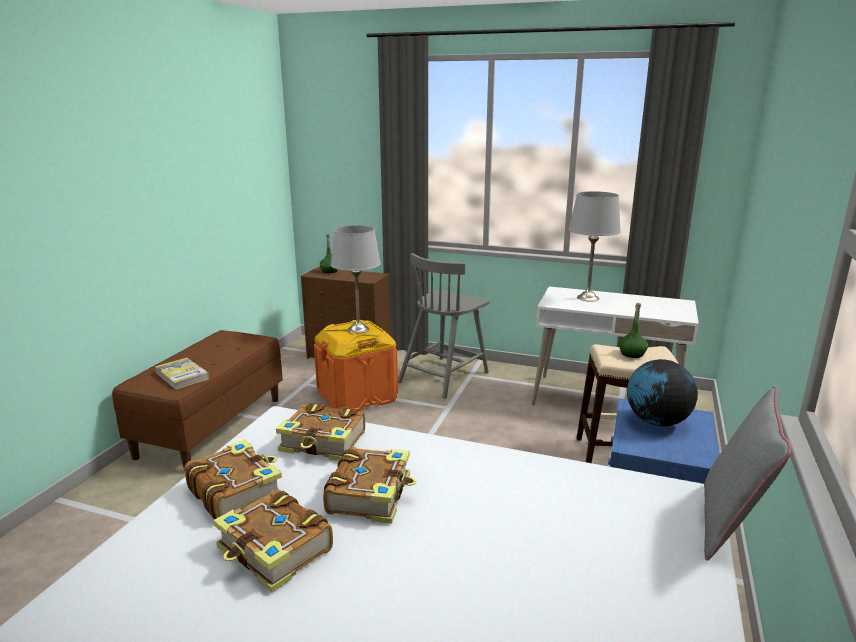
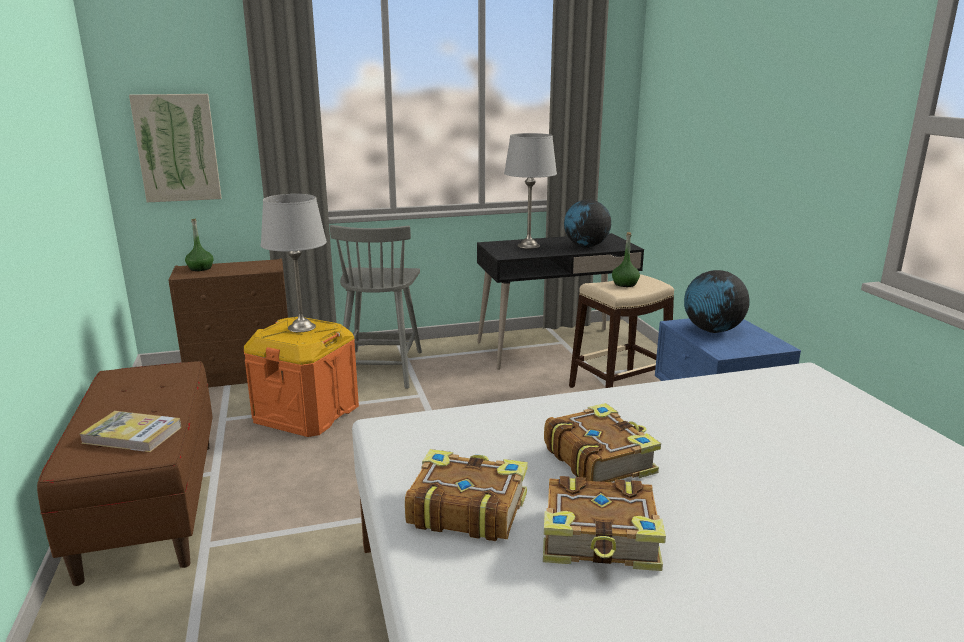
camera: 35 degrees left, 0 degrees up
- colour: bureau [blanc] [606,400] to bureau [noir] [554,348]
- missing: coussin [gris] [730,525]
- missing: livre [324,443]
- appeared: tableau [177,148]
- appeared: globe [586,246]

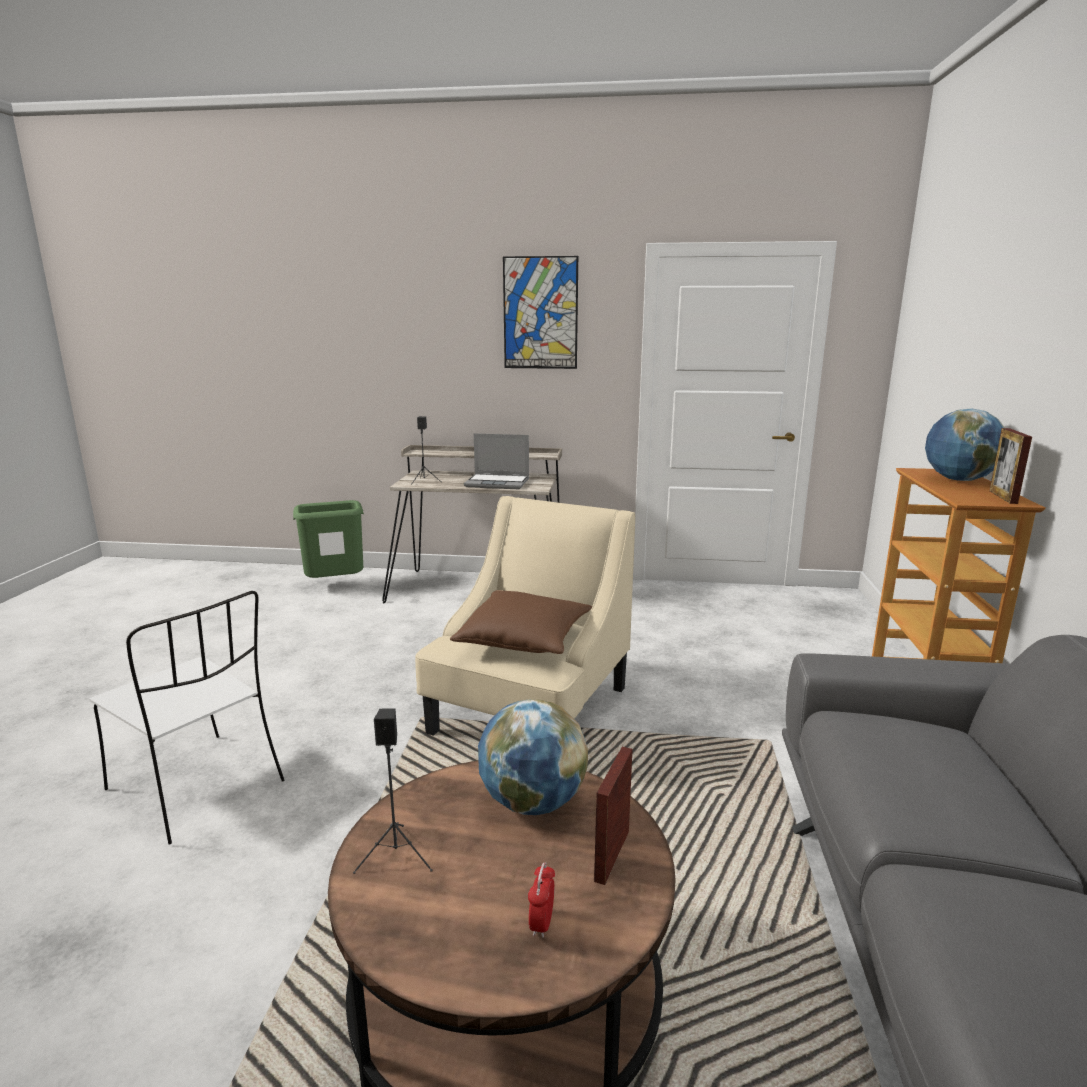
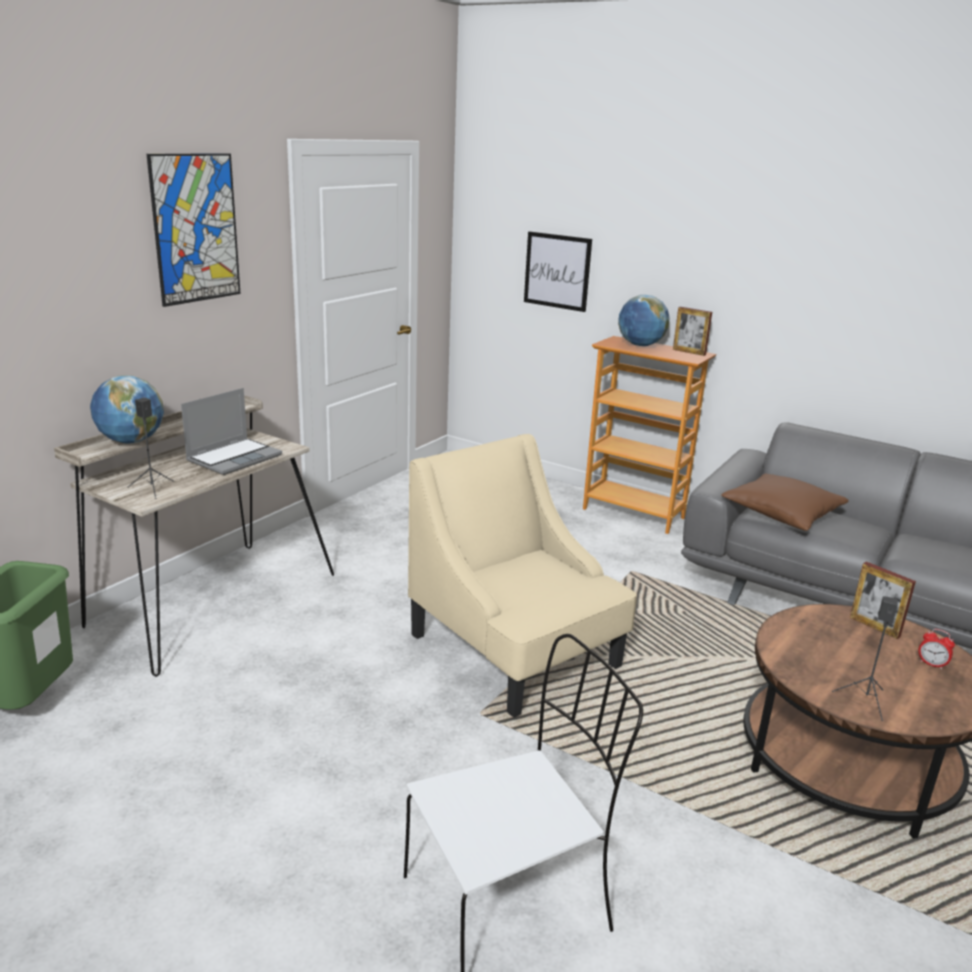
camera: 65 degrees left, 5 degrees up
- relocated: coussin [marron] [524,639] to [781,514]
- relocated: globe [532,802] to [131,441]
- appeared: tableau [557,271]

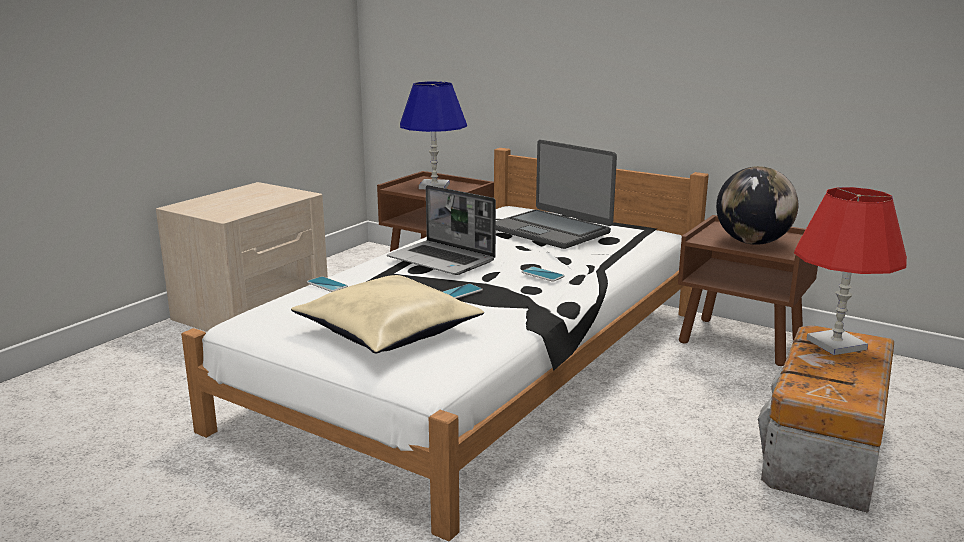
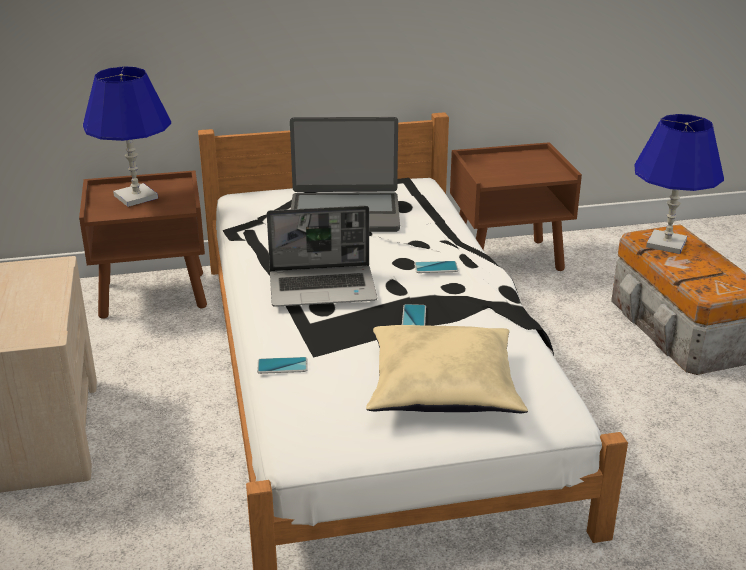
camera: 45 degrees left, 10 degrees up
- missing: globe [752,242]
- colour: lampe de table [rouge] [836,344] to lampe de table [bleu] [666,244]

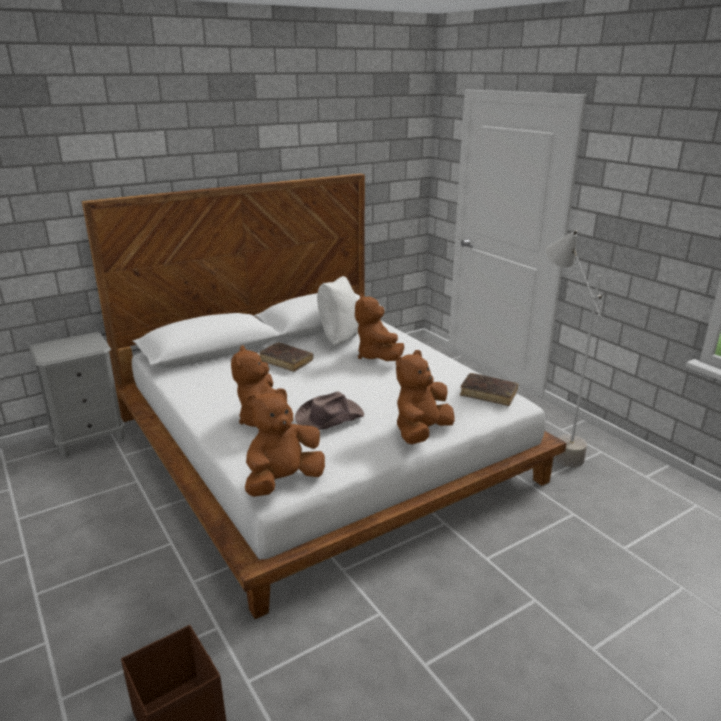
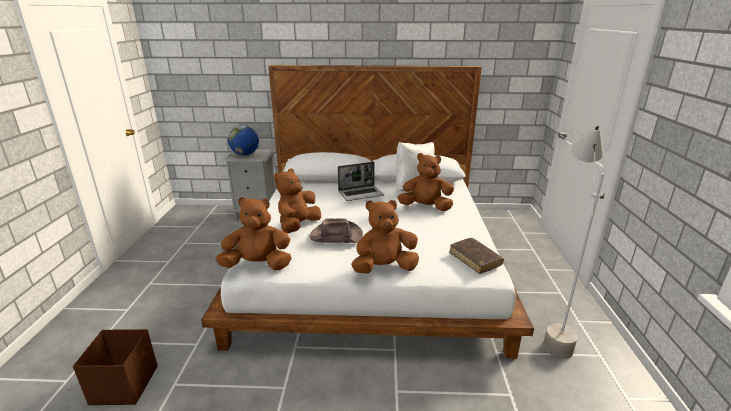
camera: 35 degrees right, 0 degrees up
- spun: peluche [marron] [377,356] = [425,207] 75 degrees clockwise
- exchanged: livre [marron] [286,361] to ordinateur portable [361,194]
- appeared: globe [245,154]

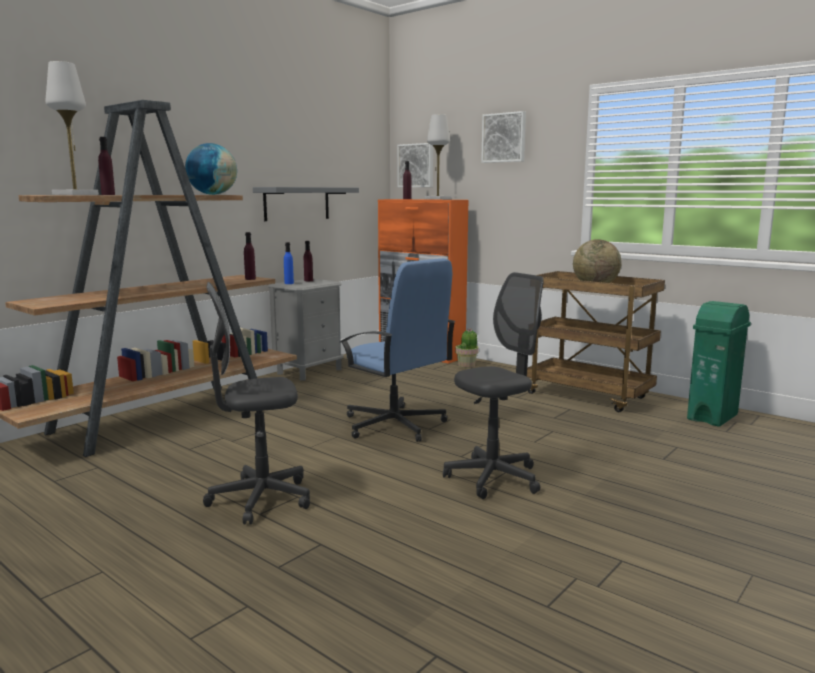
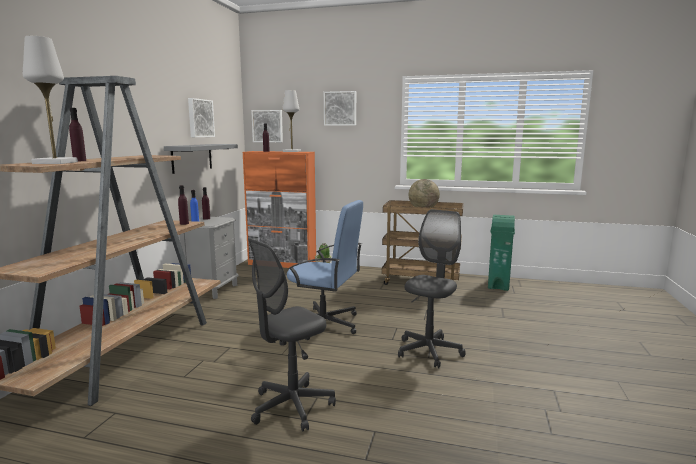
camera: 25 degrees left, 0 degrees up
- missing: globe [212,194]
- appeared: tableau [200,118]

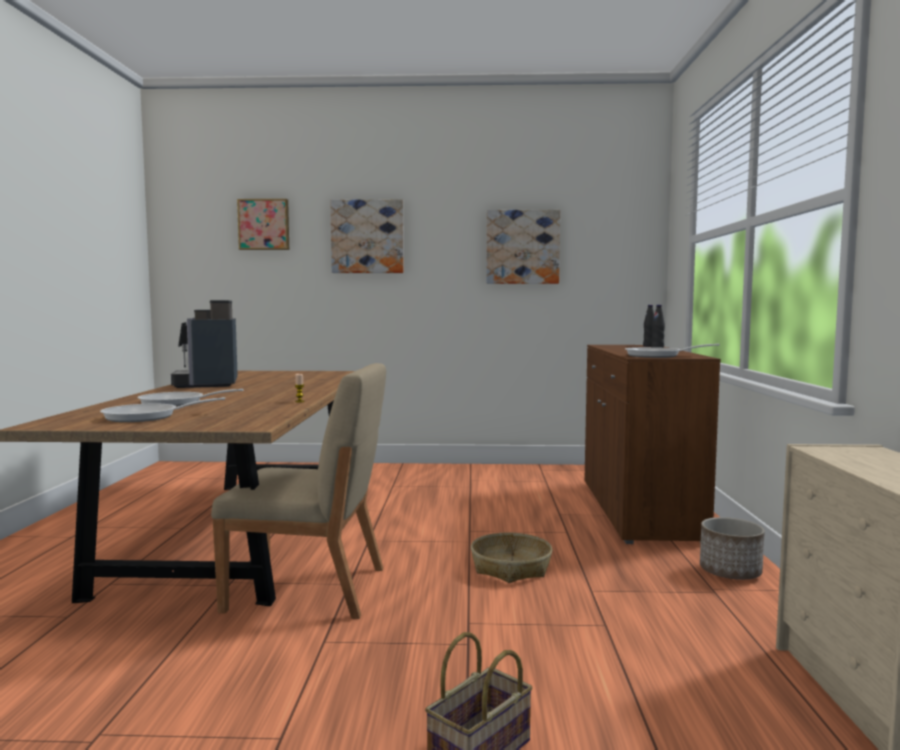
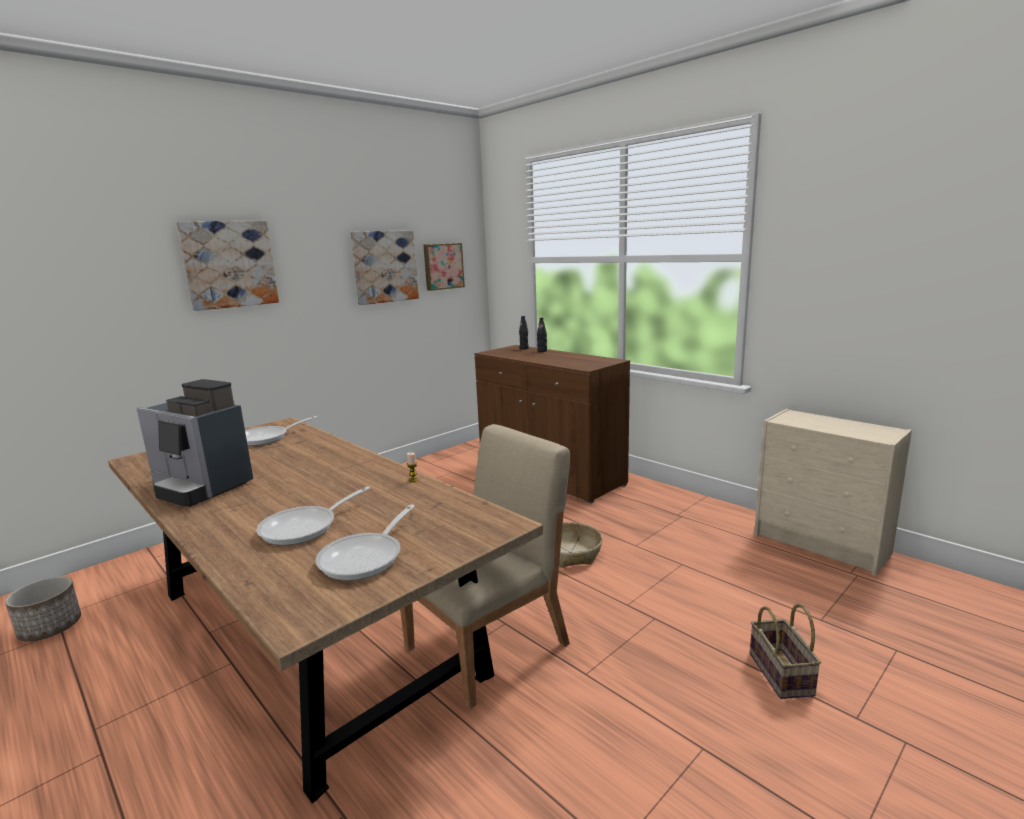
camera: 45 degrees left, 10 degrees up
- relocated: tableau [264,224] to [443,266]
- relocated: poêle [658,356] to [267,438]
- relocated: cache-pot [730,572] to [50,627]

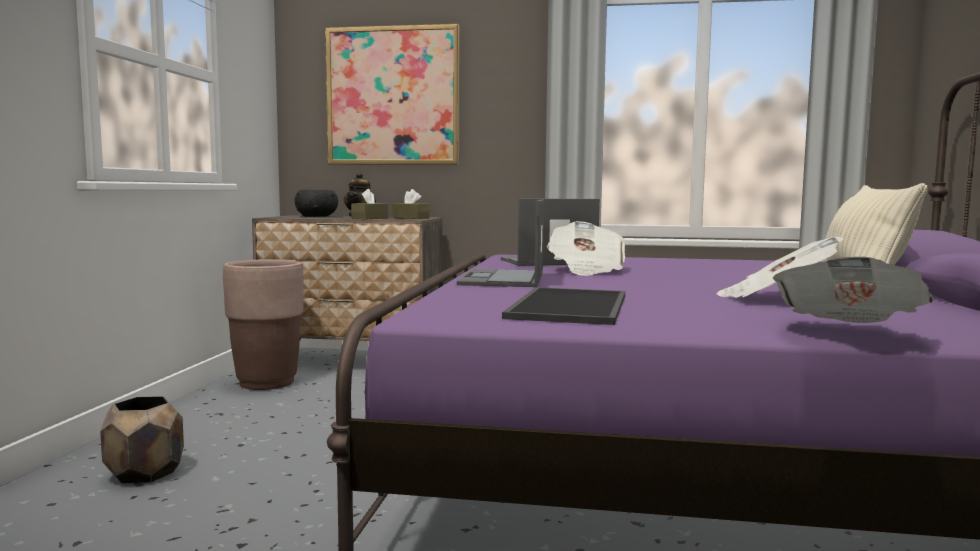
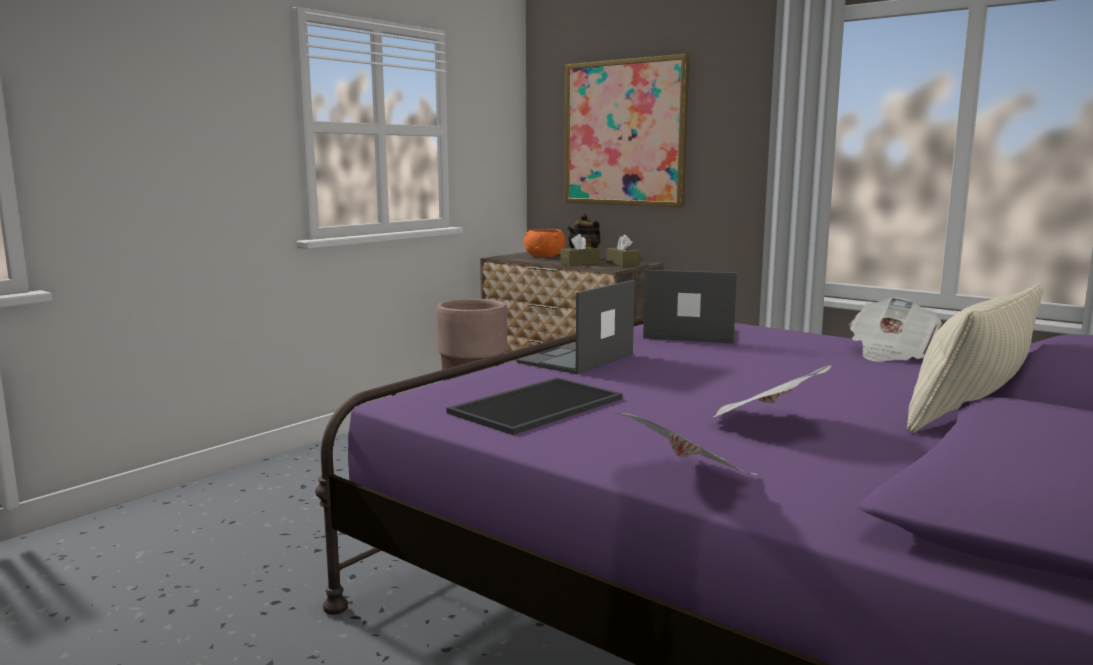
camera: 30 degrees right, 5 degrees up
- colour: bol [noir] [316,216] to bol [orange] [544,256]
- relocated: journal [586,270] to [890,353]
- missing: cache-pot [marron] [144,473]

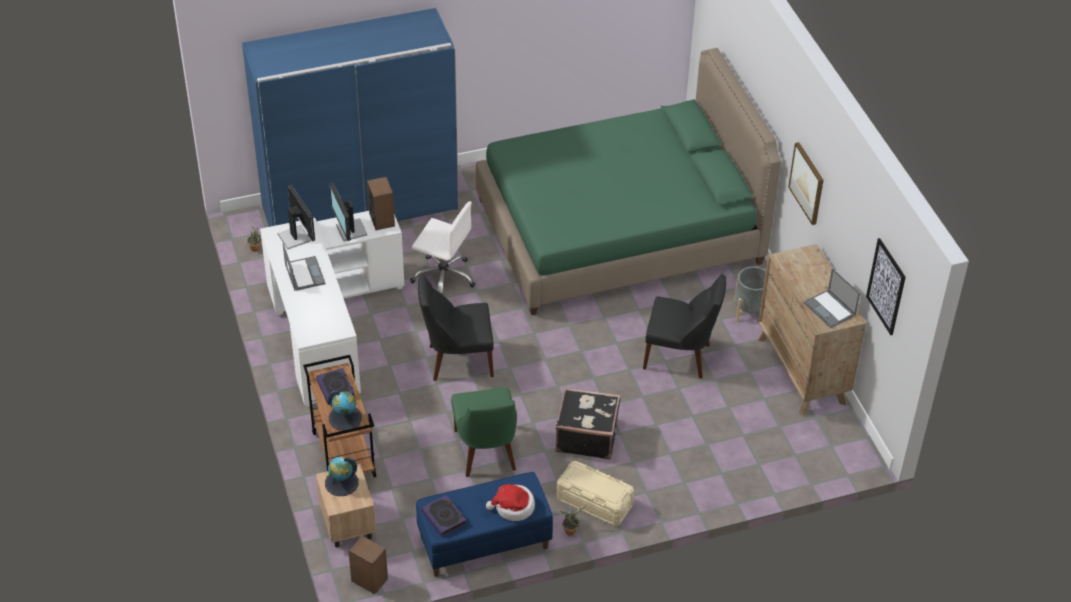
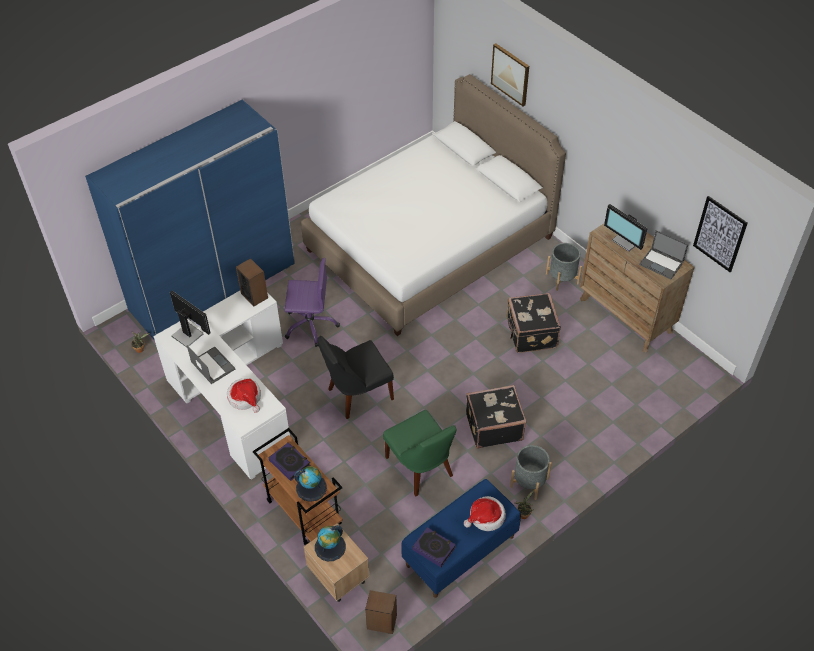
camera: 20 degrees left, 5 degrees up
- colour: lit [vert] [618,231] to lit [blanc] [429,244]
- relocated: tableau [807,183] to [510,74]
- relocated: écran d'ordinateur [350,231] to [626,241]
- colour: chaise de bureau [blanc] [444,277] to chaise de bureau [violet] [311,325]
- exchanged: chaise [noir] [680,357] to valise [noir] [530,334]
- exchanged: boîte de rangement [beige] [594,502] to cache-pot [gris] [529,482]
- appeared: chapeau [245,398]

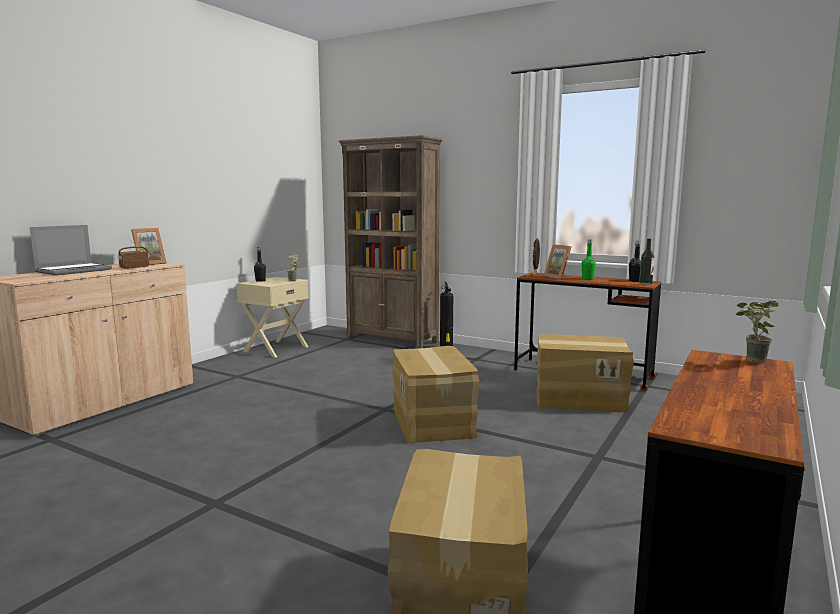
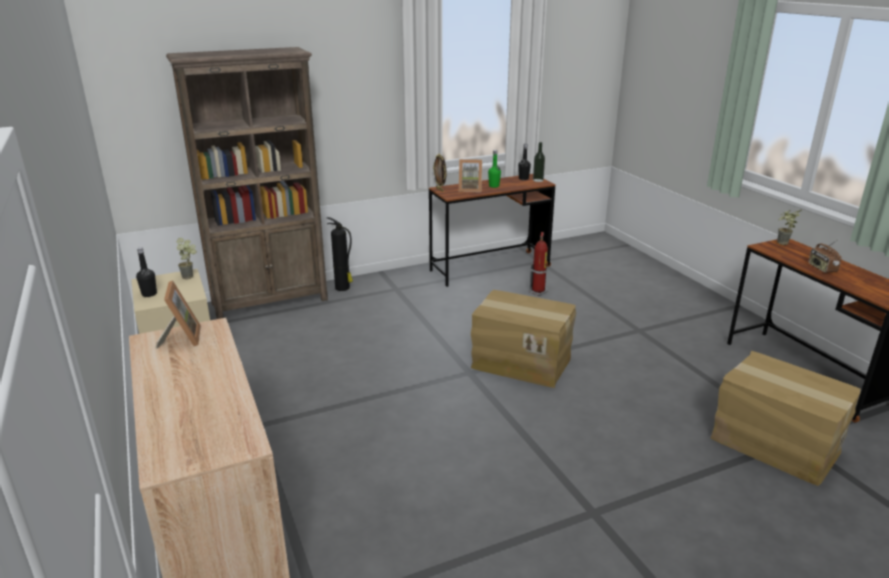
camera: 55 degrees left, 15 degrees up
- missing: ordinateur portable [74,270]
- relocated: radio [134,268] to [822,268]
- exchanged: carton [580,398] to extincteur [538,292]

